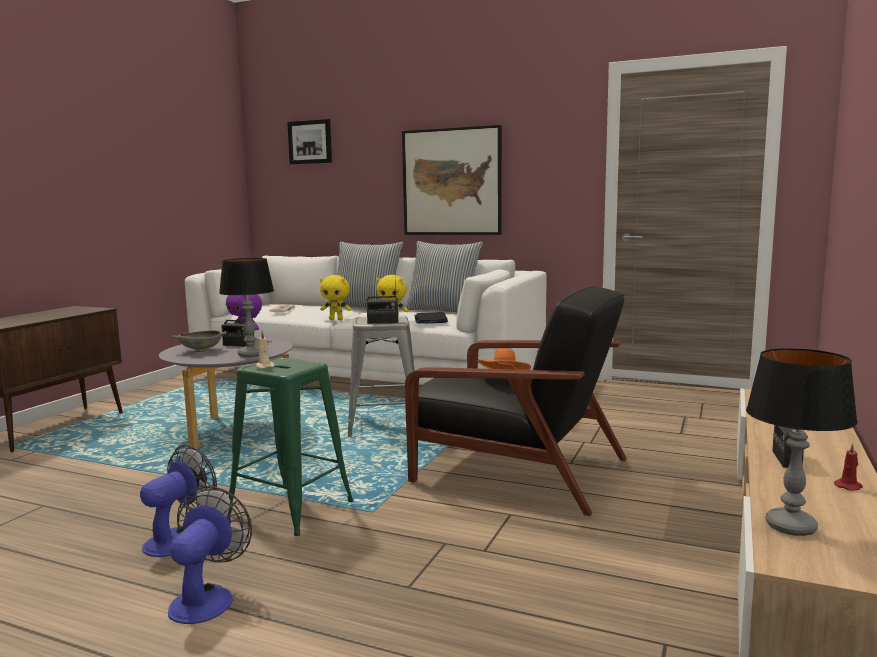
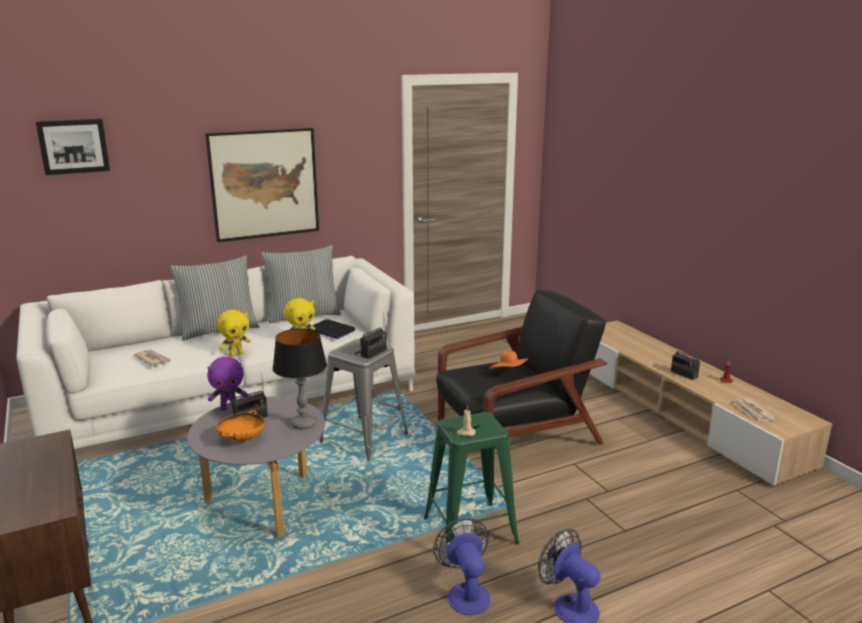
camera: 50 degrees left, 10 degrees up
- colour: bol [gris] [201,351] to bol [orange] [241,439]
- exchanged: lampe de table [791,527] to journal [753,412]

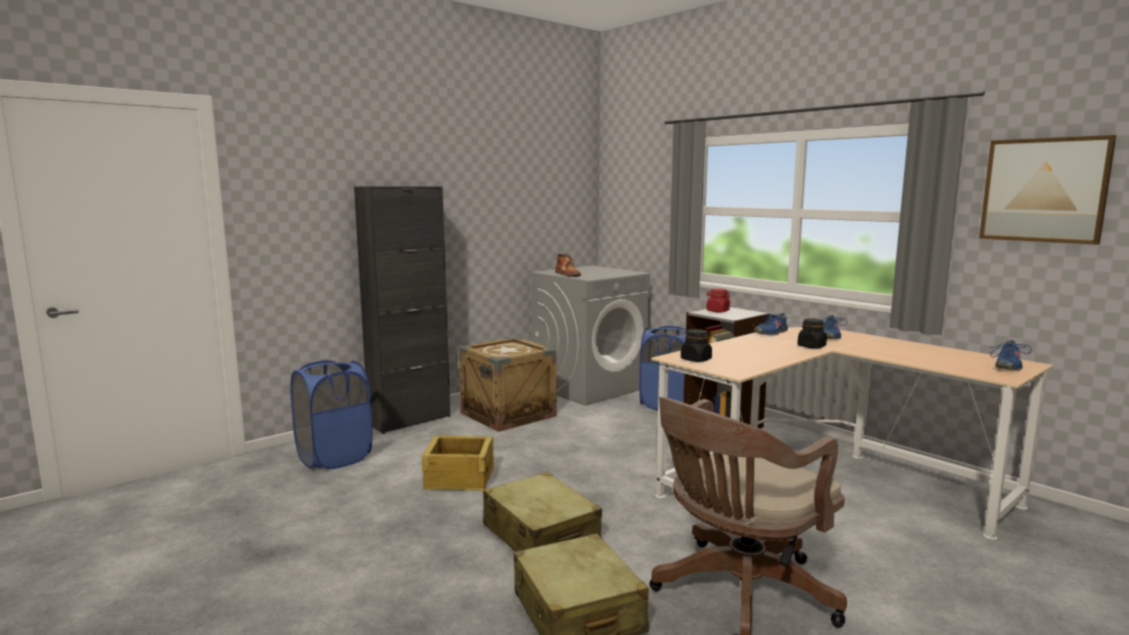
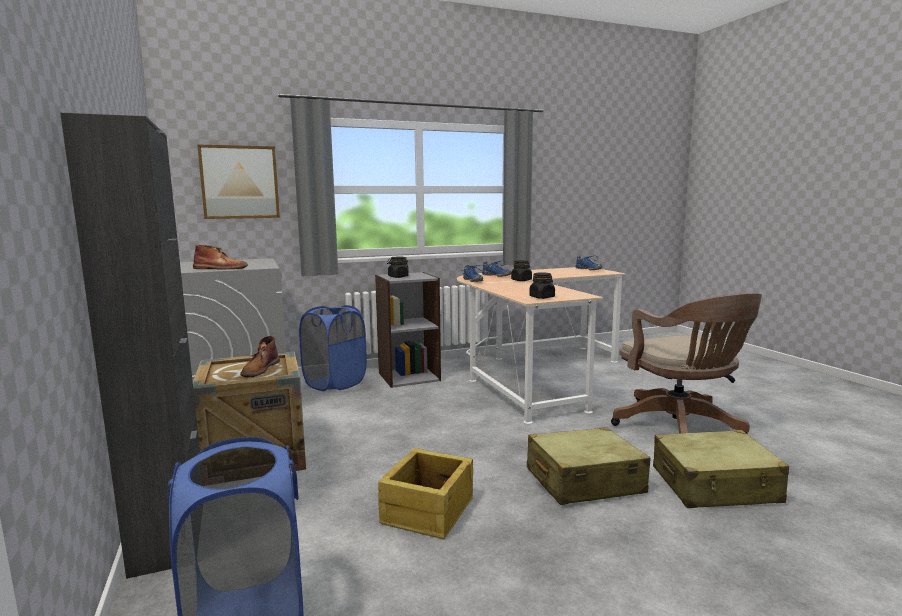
camera: 70 degrees left, 0 degrees up
- relocated: tableau [1044,190] to [240,182]
- colour: bocal [rouge] [717,311] to bocal [noir] [398,277]
- appeared: botte [marron] [260,369]

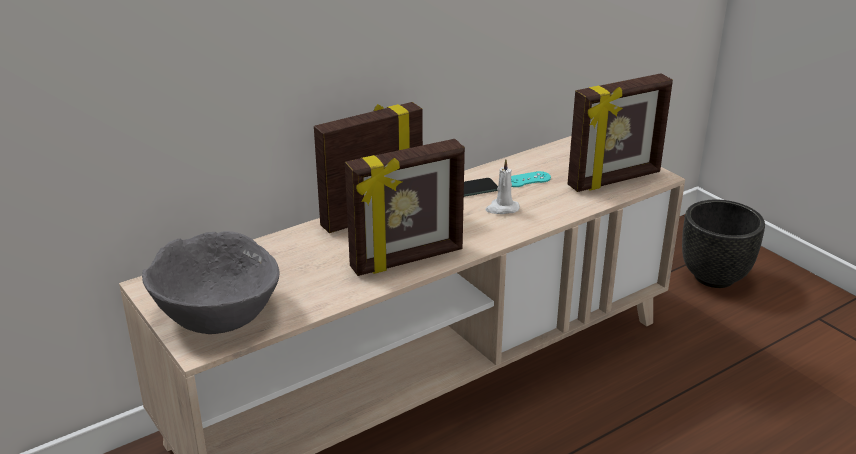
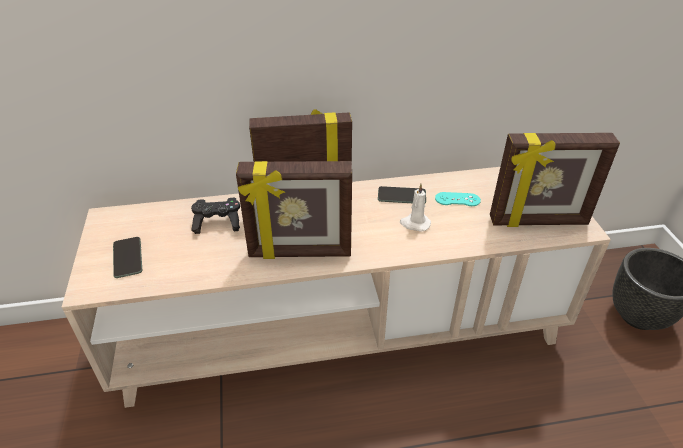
camera: 25 degrees right, 10 degrees up
- exchanged: bol [gris] [218,312] to téléphone [127,257]
- appeared: manette [noir] [217,223]

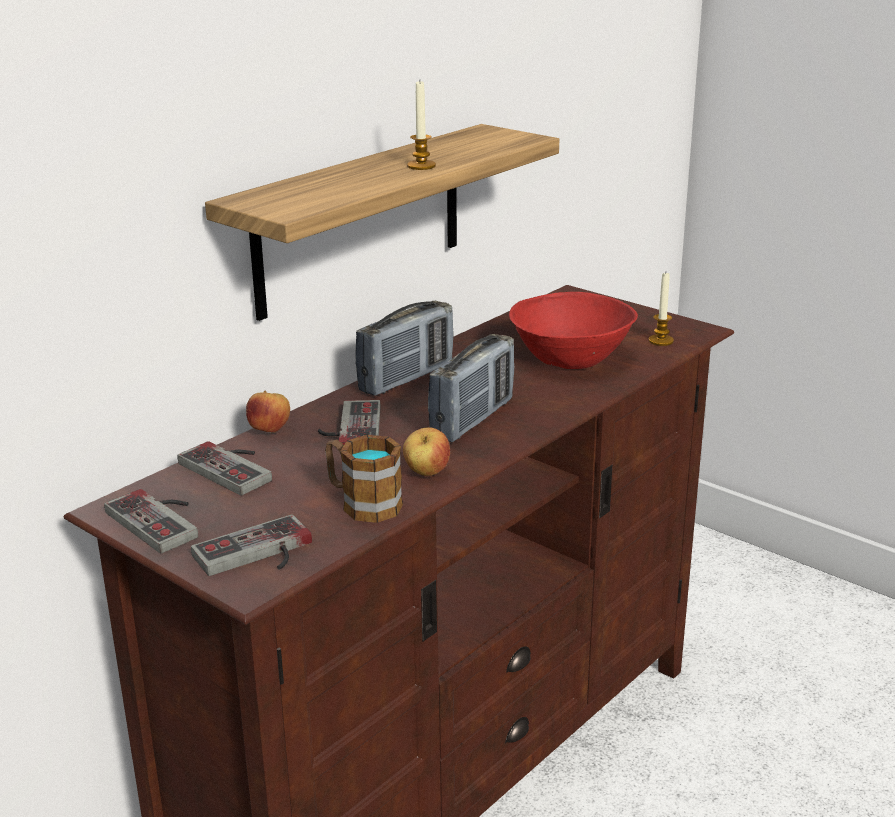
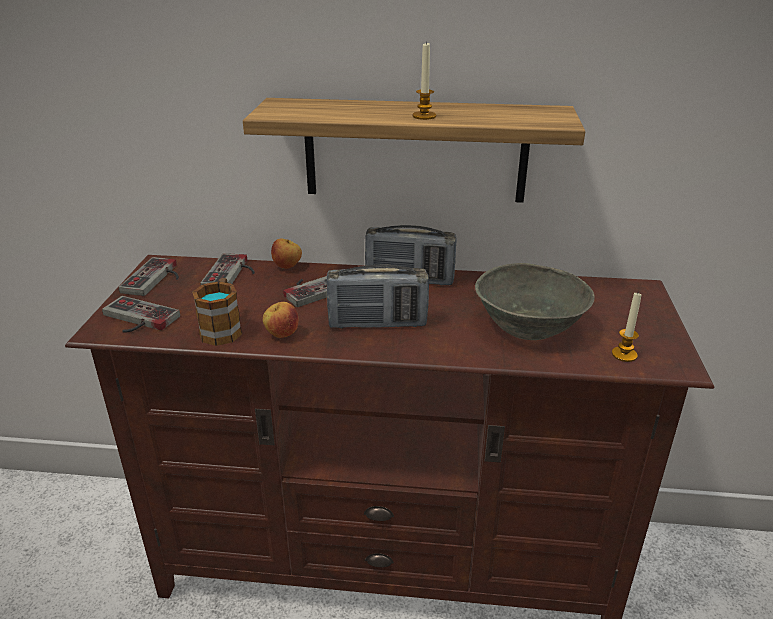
camera: 55 degrees right, 5 degrees up
- colour: bol [rouge] [570,357] to bol [gris] [529,325]

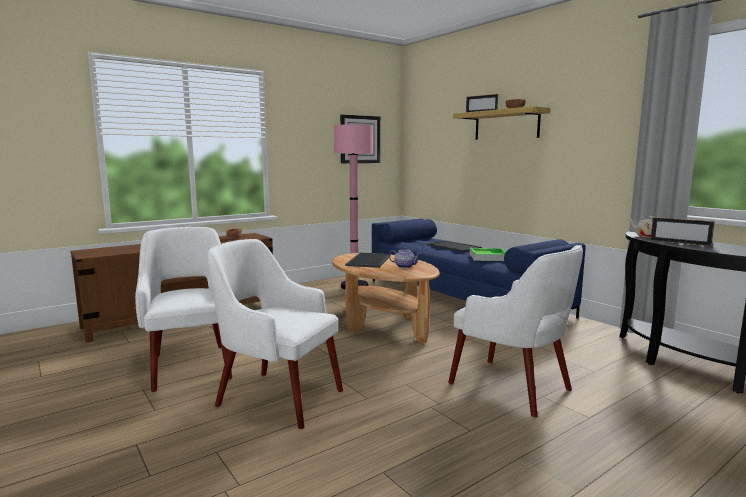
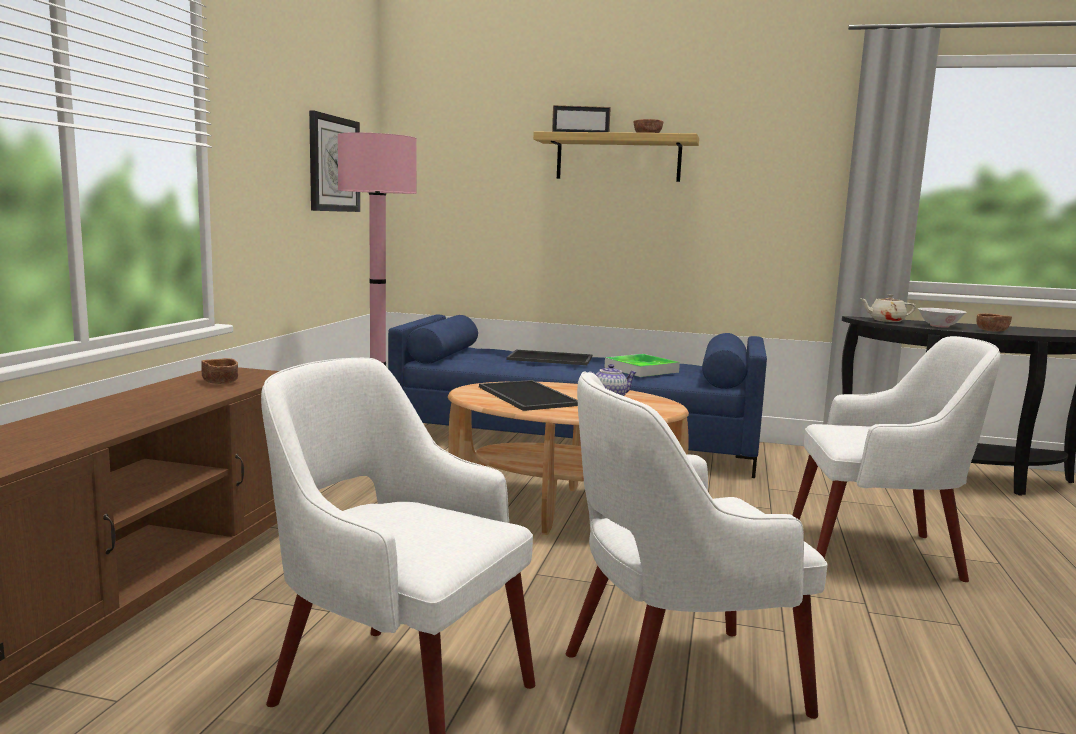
camera: 40 degrees left, 0 degrees up
- exchanged: cadre photo [679,243] to bol [blanc] [939,326]
- appeared: bol [marron] [992,330]

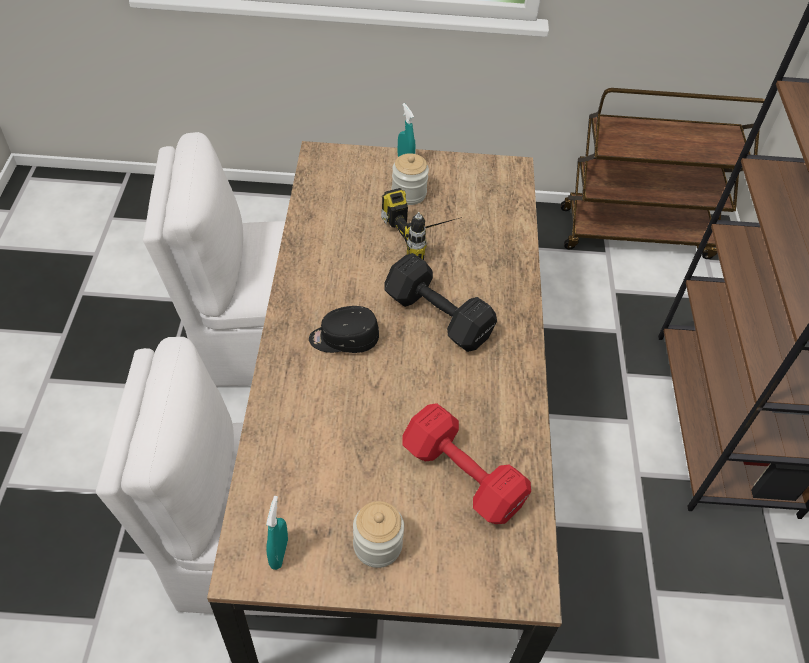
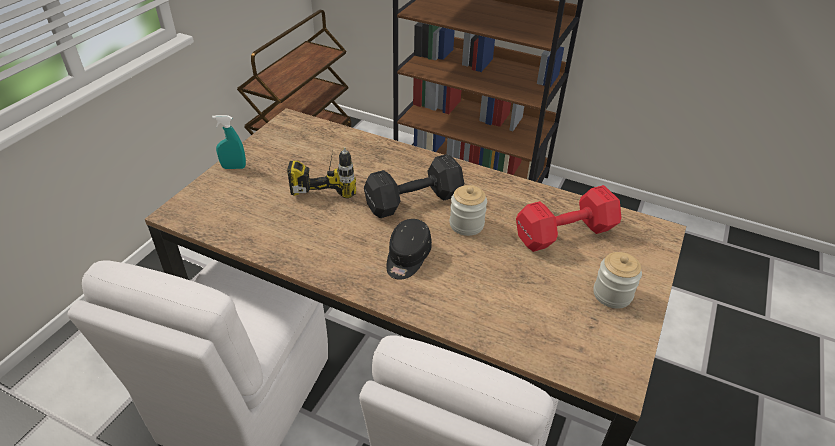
camera: 65 degrees left, 10 degrees down
- relocated: bocal [409,194] to [466,224]
- missing: vaporisateur [turquoise] [279,553]

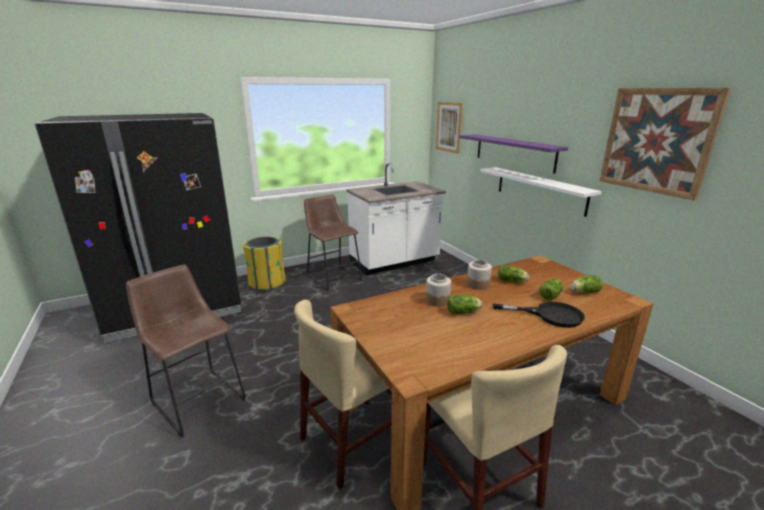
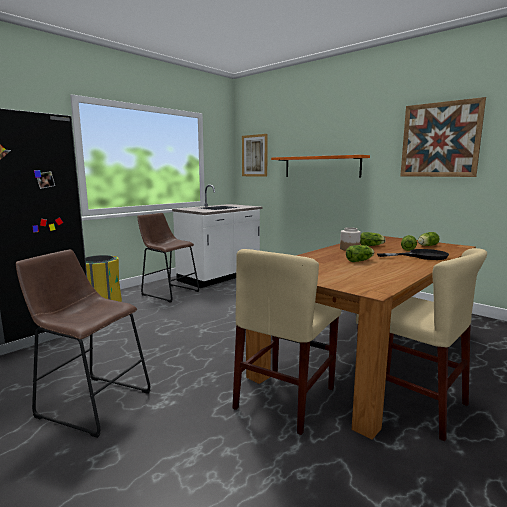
camera: 20 degrees left, 10 degrees down
- colour: étagère [violet] [514,152] to étagère [orange] [321,166]
- missing: étagère [blanc] [539,190]
- missing: bocal [437,300]

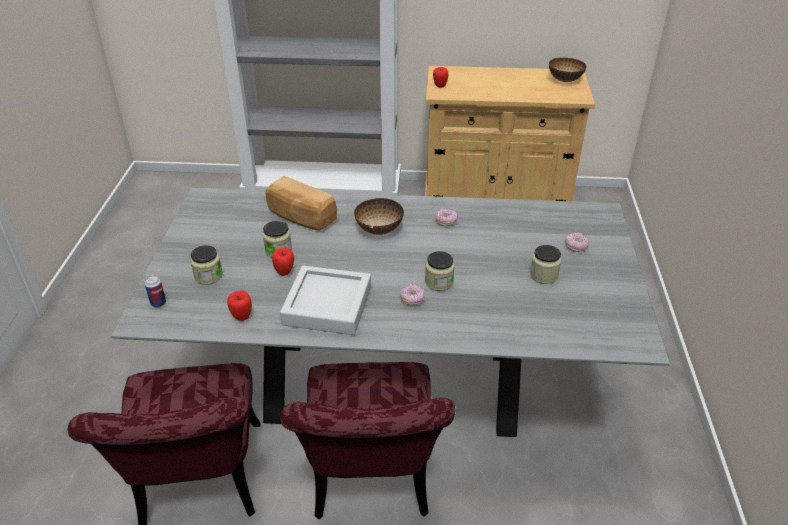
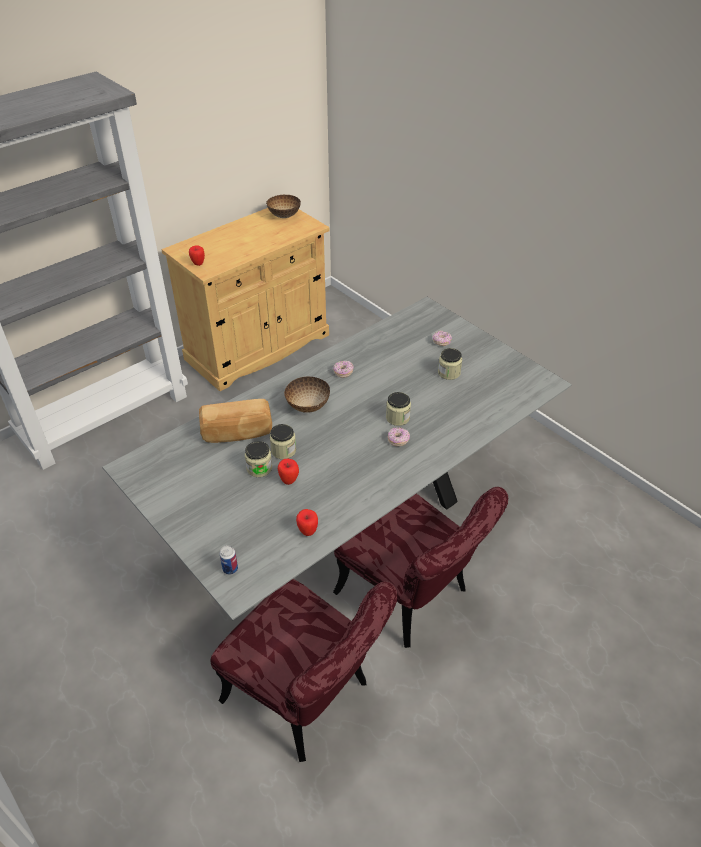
camera: 45 degrees left, 5 degrees up
- relocated: bocal [208,276] to [283,450]
- missing: plateau [gris] [327,305]

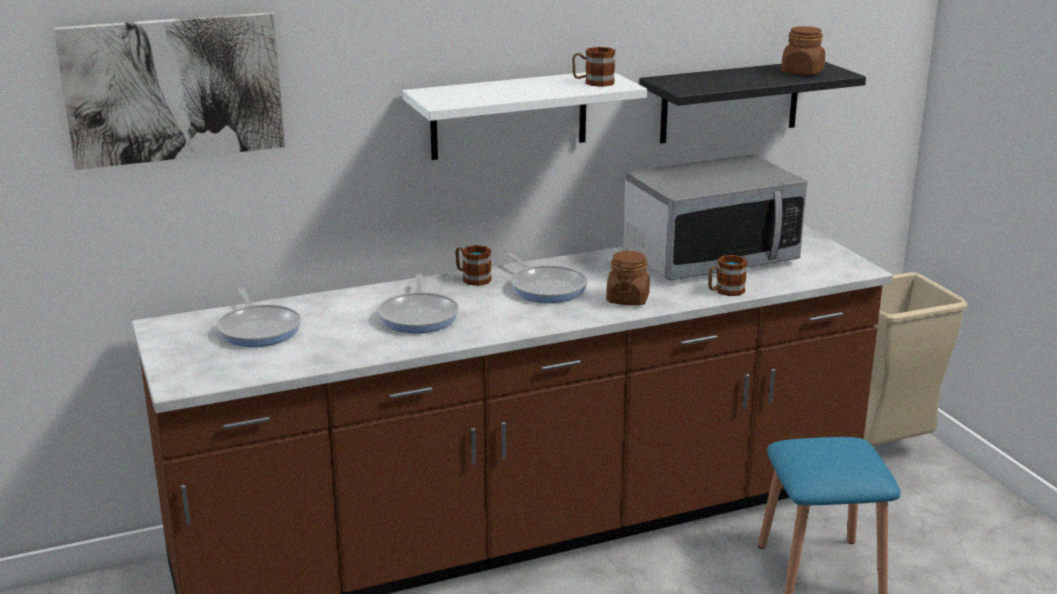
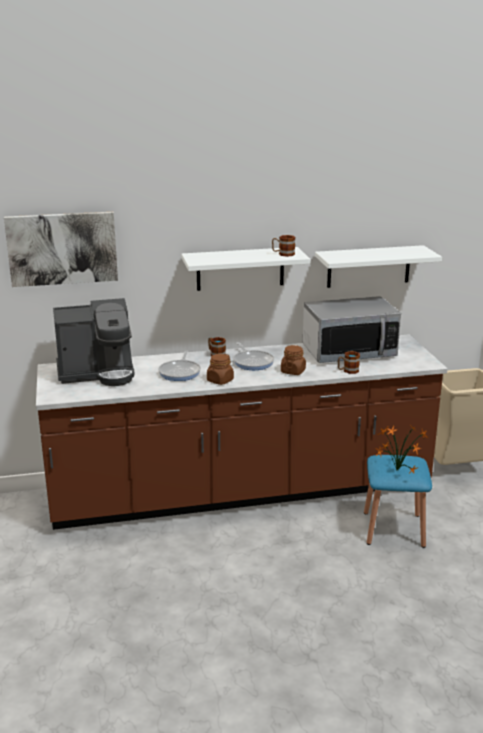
camera: 10 degrees right, 0 degrees up
- relocated: bocal [marron] [802,72] to [220,380]
- colour: étagère [noir] [730,101] to étagère [blanc] [368,266]
- exchanged: poêle [259,329] to machine à café [98,373]
- appeared: plante en pot [396,470]

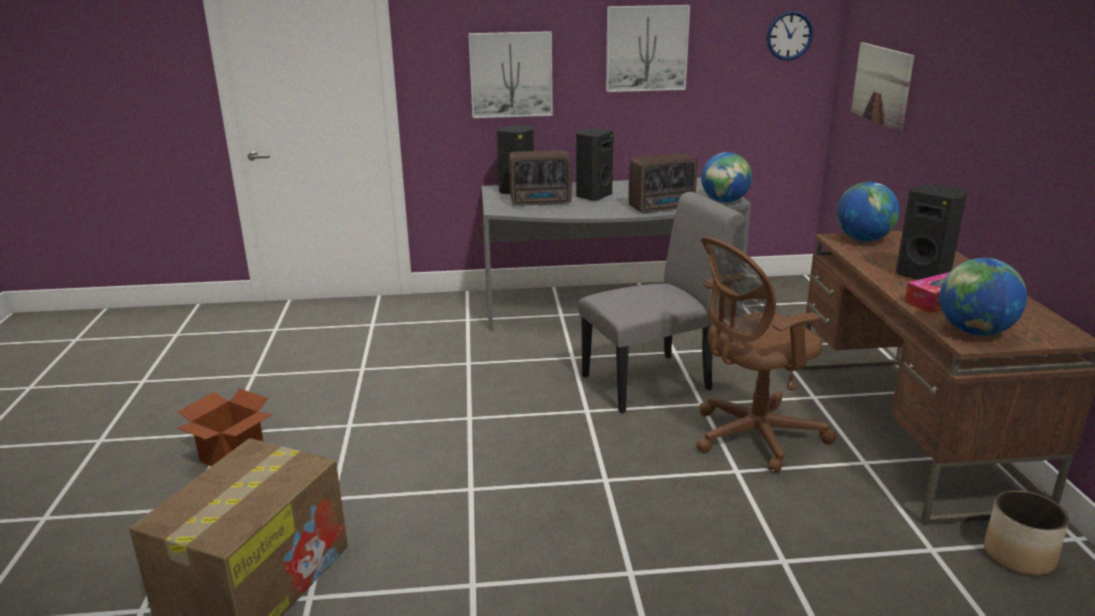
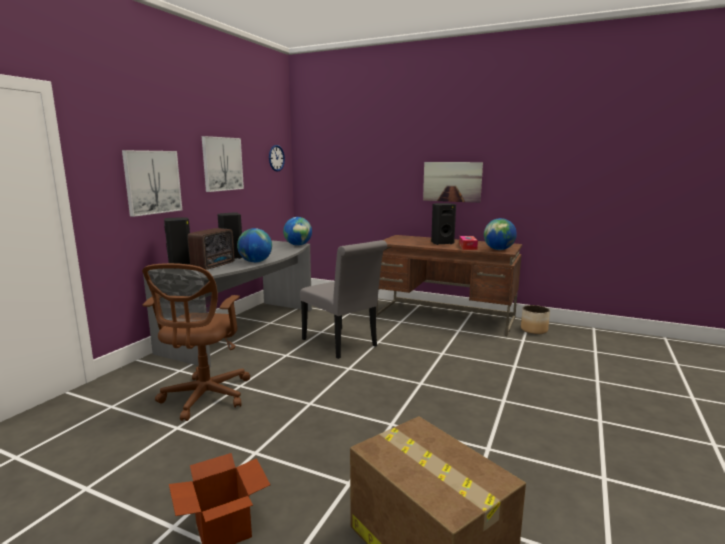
camera: 60 degrees left, 10 degrees down
- relocated: tableau [882,85] to [452,181]
- missing: radio [663,208]
- relocated: globe [863,240] to [255,262]
- spun: chaise [gris] [654,381] = [342,344] 135 degrees clockwise
- relocated: chaise de bureau [marron] [751,437] to [204,398]

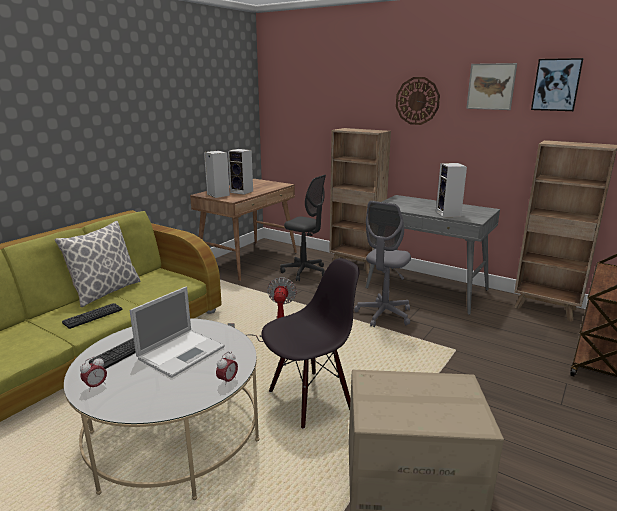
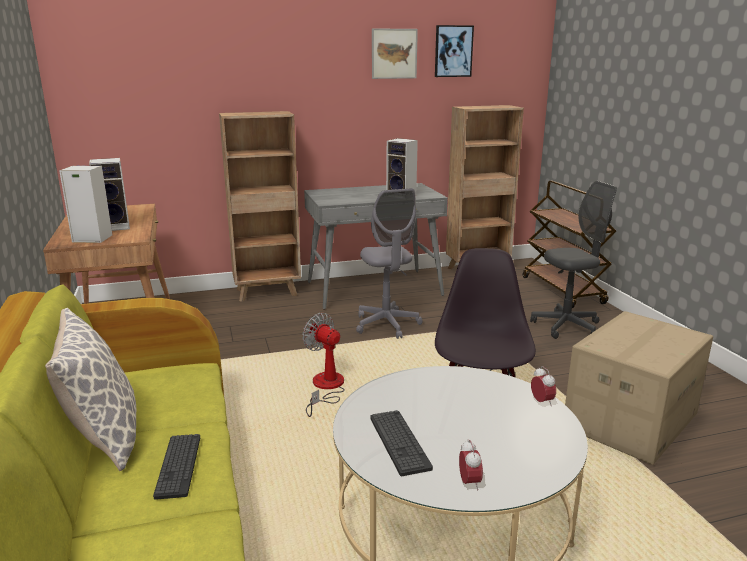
camera: 50 degrees left, 0 degrees up
- missing: horloge murale [417,101]
- relocated: chaise de bureau [gris] [304,272] to [566,326]
- missing: ordinateur portable [182,352]

